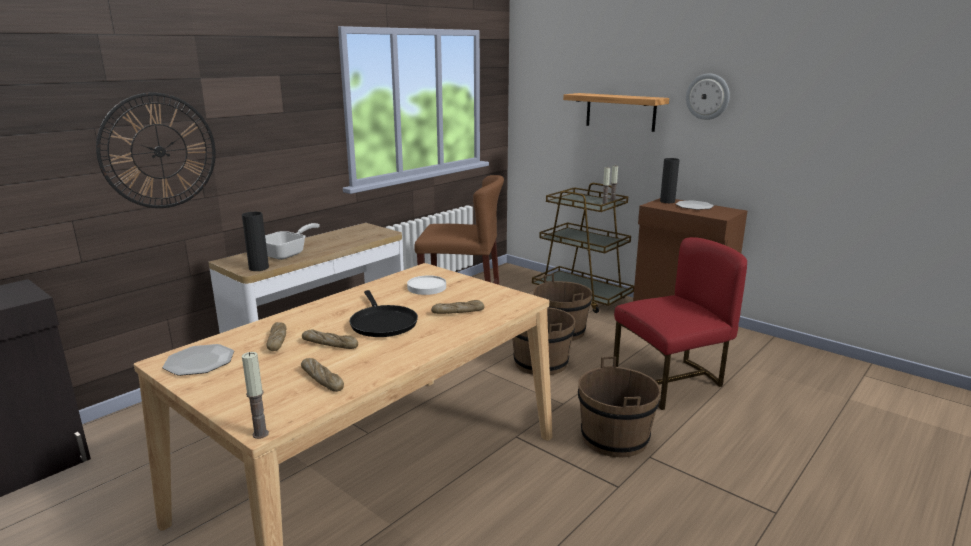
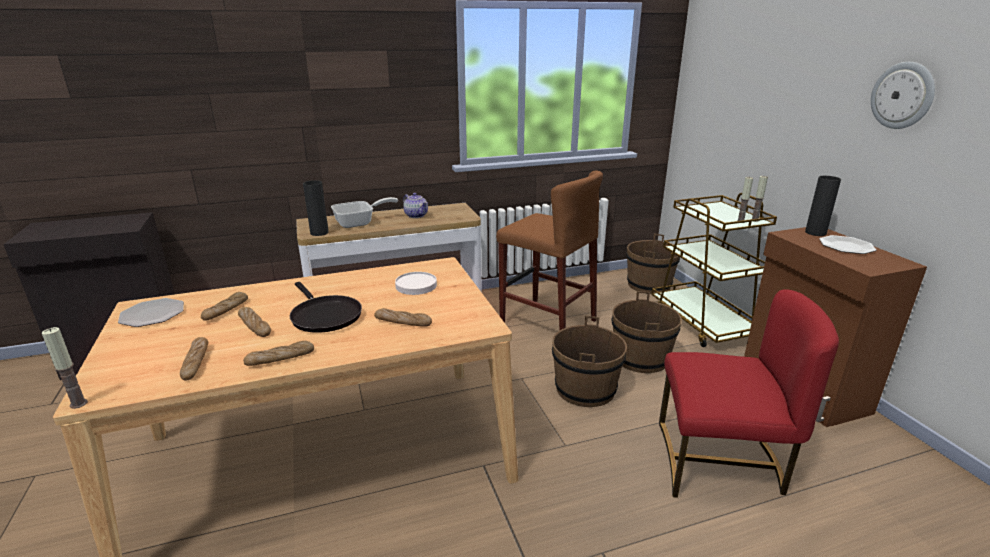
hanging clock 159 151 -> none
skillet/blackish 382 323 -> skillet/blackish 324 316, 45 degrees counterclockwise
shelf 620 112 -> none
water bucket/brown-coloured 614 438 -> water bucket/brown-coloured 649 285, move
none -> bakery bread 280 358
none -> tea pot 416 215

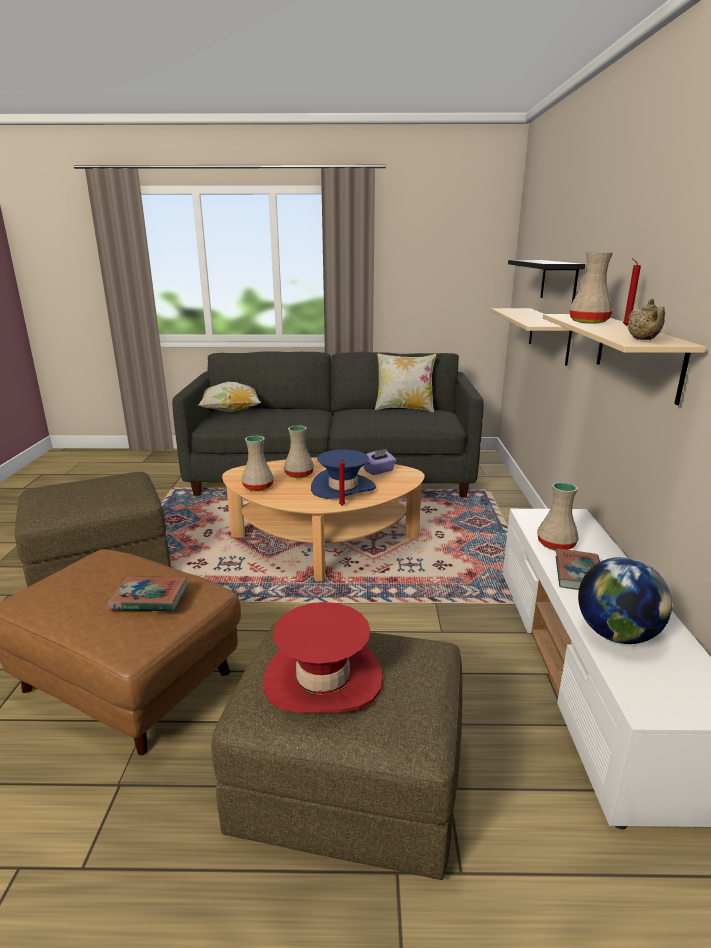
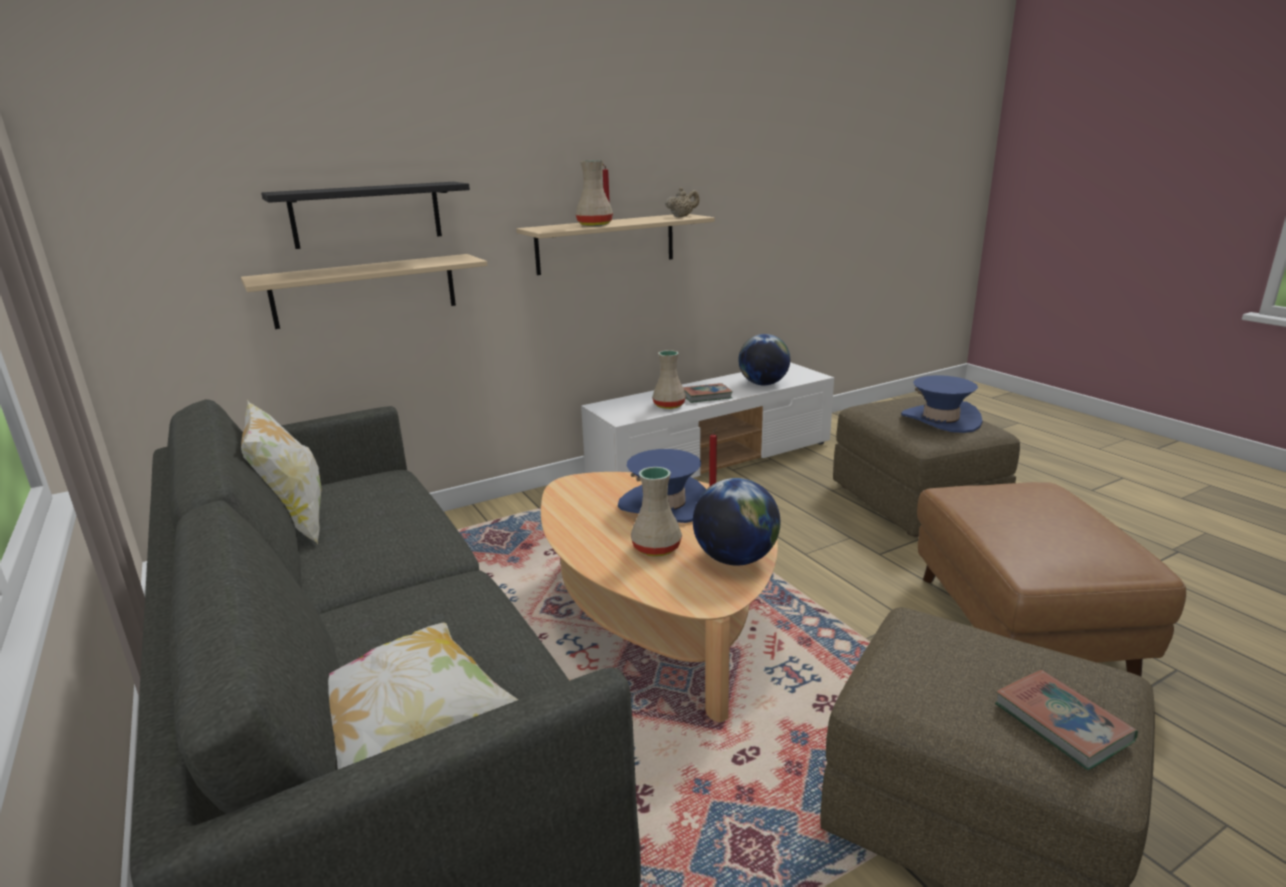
volume 150 598 -> volume 1062 723, move
flower vase/beige-coloured 258 487 -> globe 735 559
wearable hat/red 323 678 -> wearable hat/blue-coloured 940 420
box of tissues/purplish 379 471 -> none

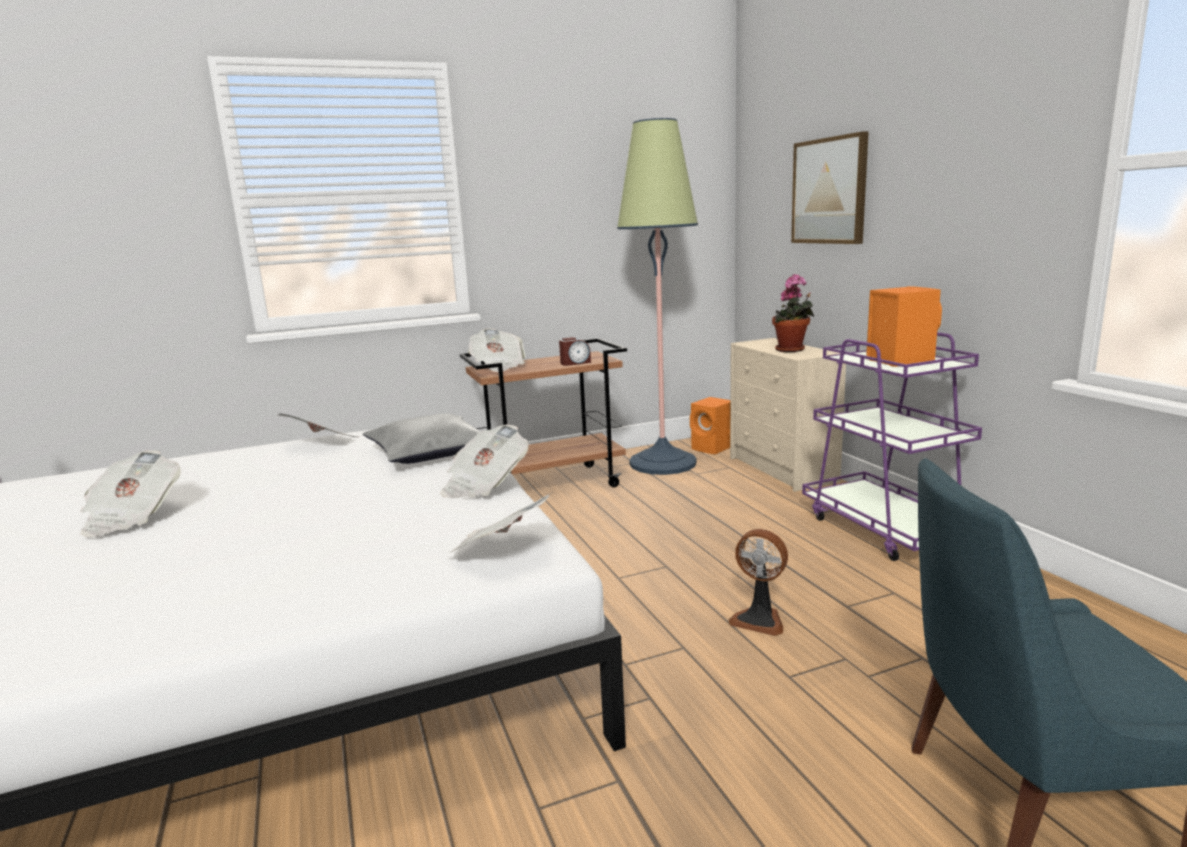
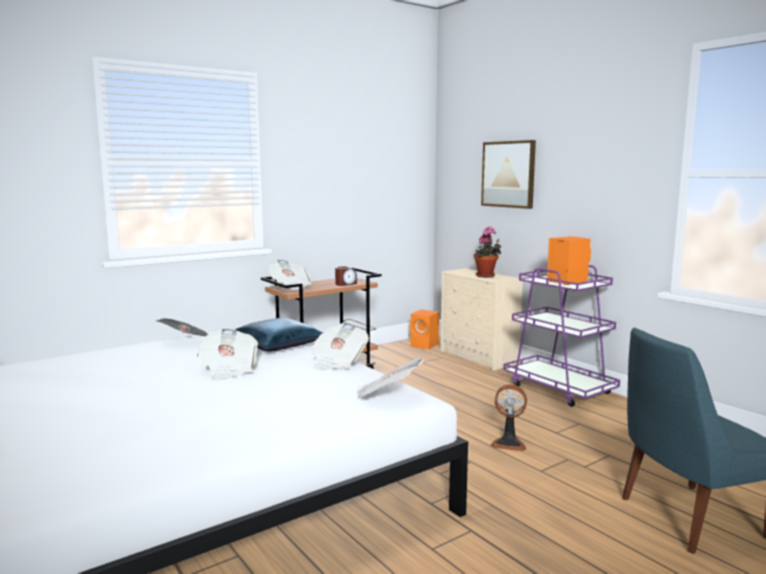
printed paper 132 517 -> printed paper 228 370, move
pillow/greyish 428 453 -> pillow/blue-coloured 276 345
floor lamp 662 463 -> none

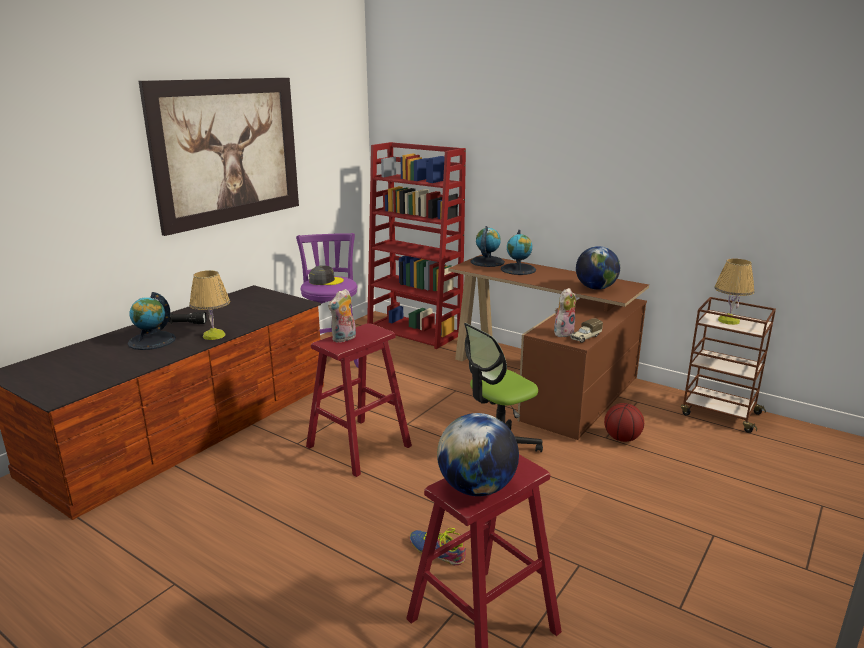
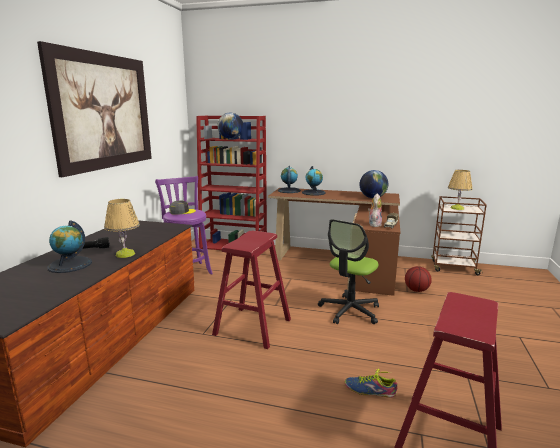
plush toy 344 339 -> none
globe 476 488 -> globe 231 139, move

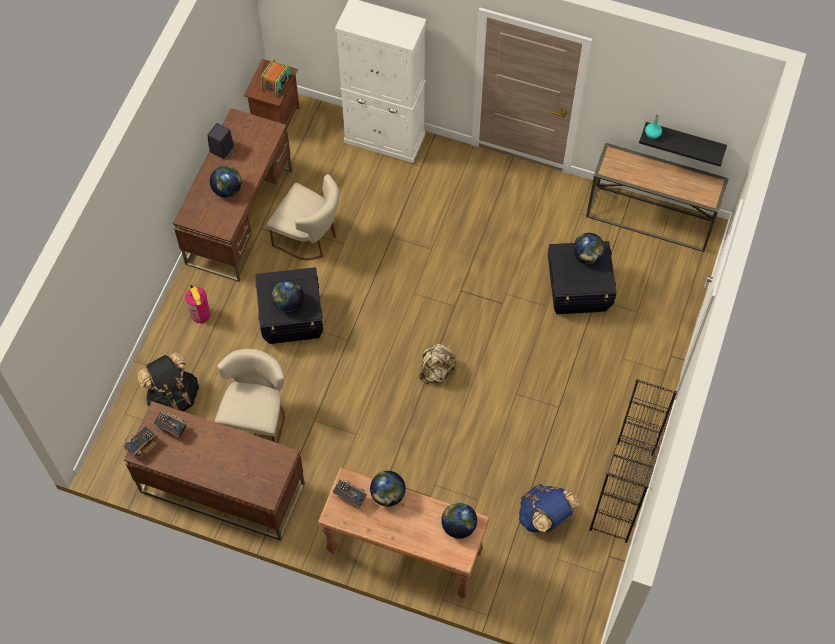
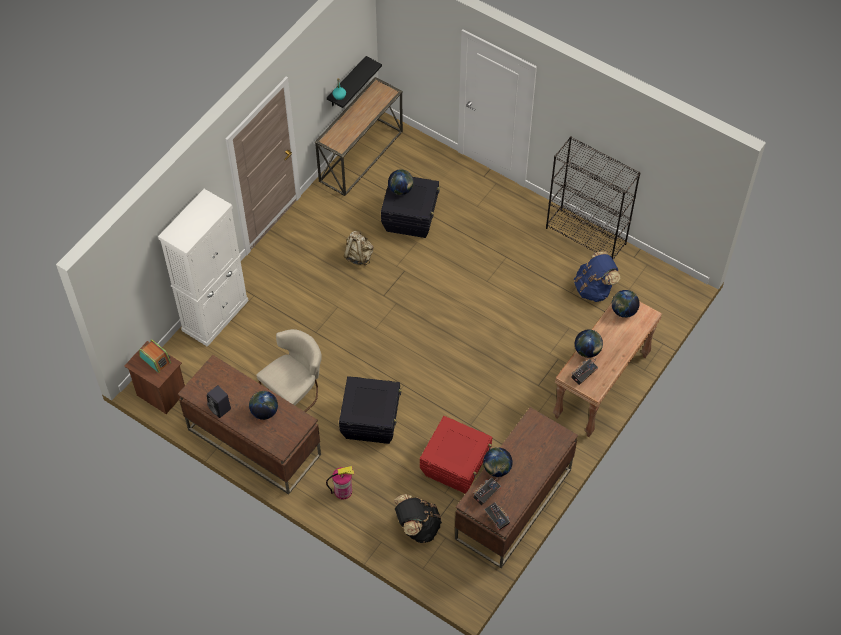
plain chair/beige-coloured 256 417 -> storage bin/red 456 466
globe 289 303 -> globe 497 469, move
knapsack/beige-coloured 436 371 -> knapsack/beige-coloured 358 256, move

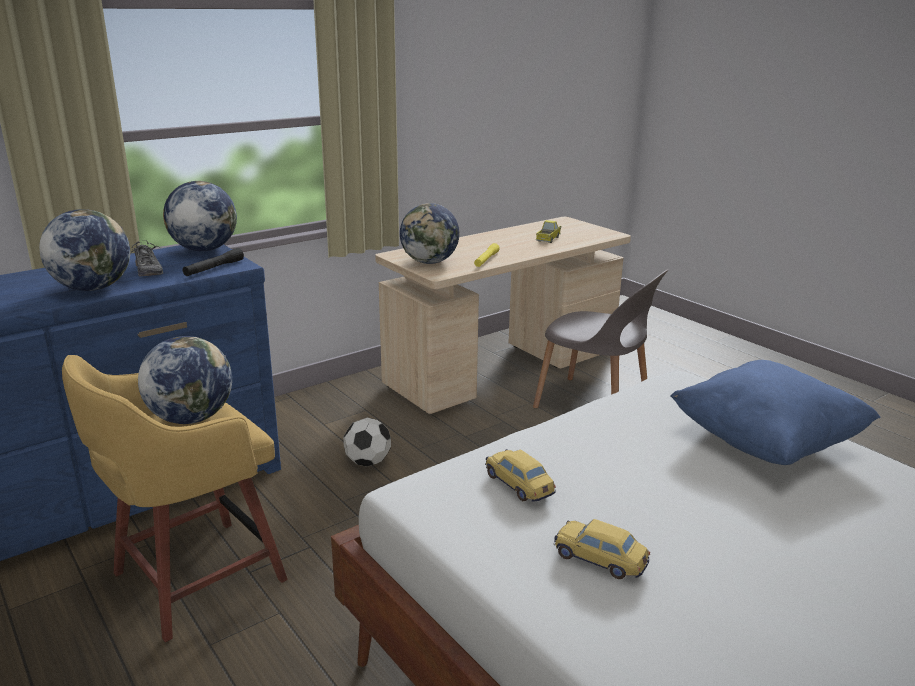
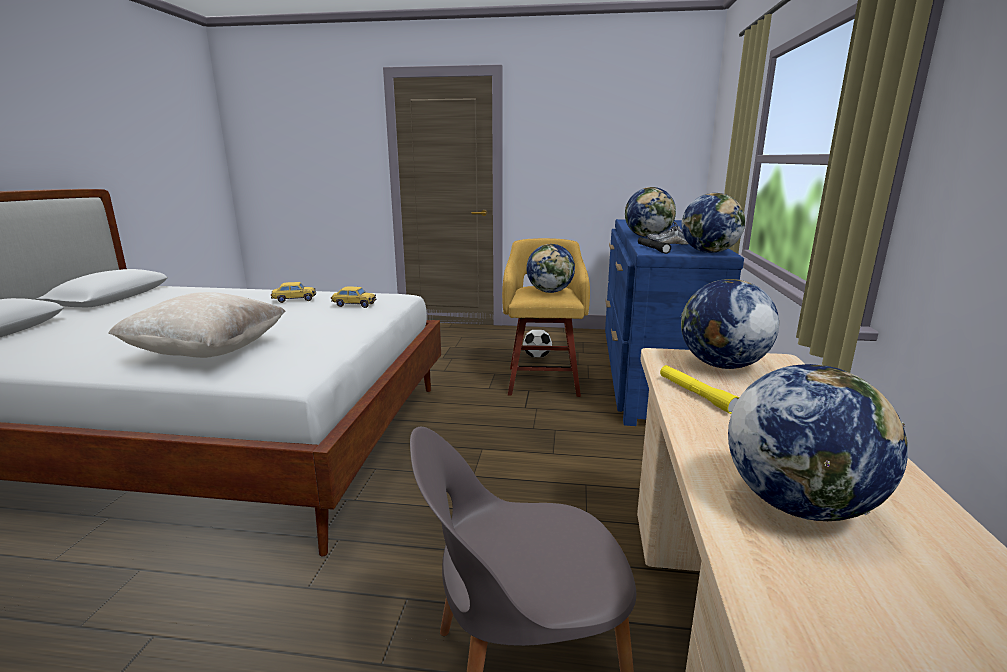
football ball 368 462 -> football ball 537 357, move
model truck 548 239 -> globe 798 504
pillow/blue-coloured 765 443 -> pillow/beige-coloured 208 353

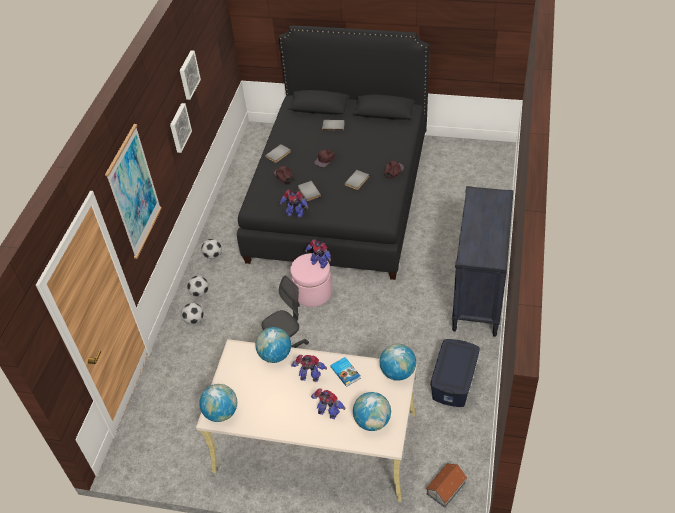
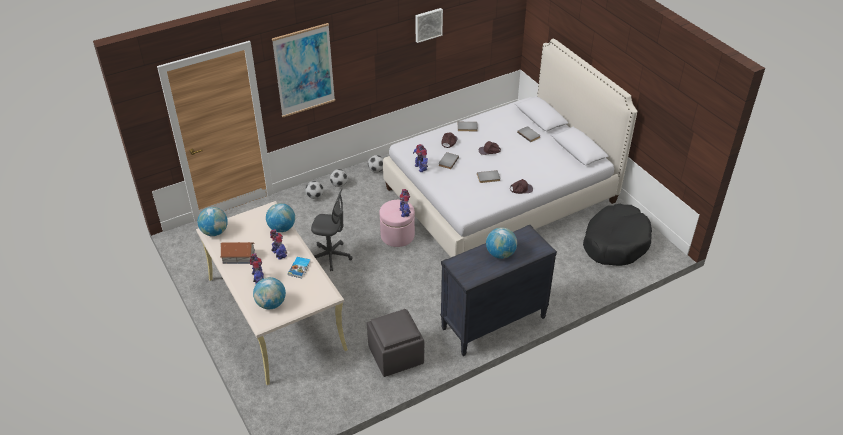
wall picture 179 127 -> none
sleeping bed/blackish 339 197 -> sleeping bed/whitish 500 195
globe 398 372 -> globe 500 254, move
toy house 446 488 -> toy house 239 257, move
storage bin/blue-coloured 454 381 -> pouffe/greyish 396 355
none -> dog bed/blackish 615 242

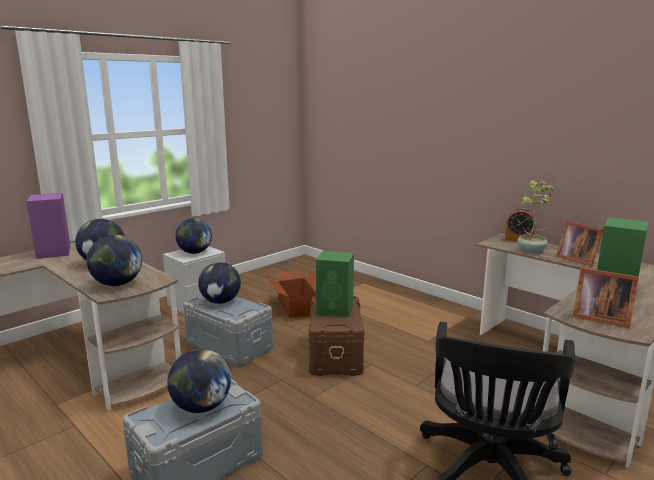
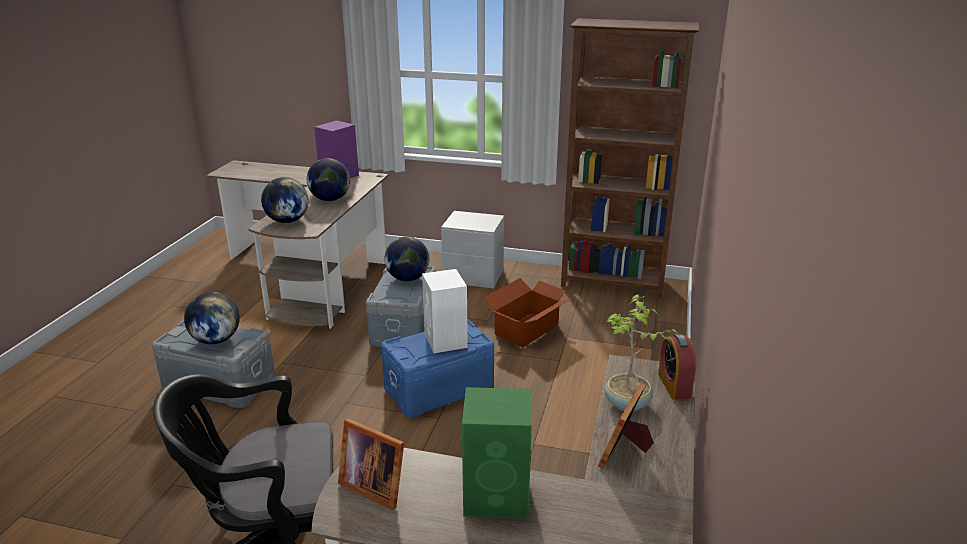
globe 195 252 -> none
storage bin/brown-coloured 336 355 -> storage bin/blue-coloured 439 390
loudspeaker/greenish 336 310 -> loudspeaker/whitish 446 341
standing frame 598 318 -> standing frame 373 485, 60 degrees counterclockwise
none -> shelving unit/brown-coloured 613 284

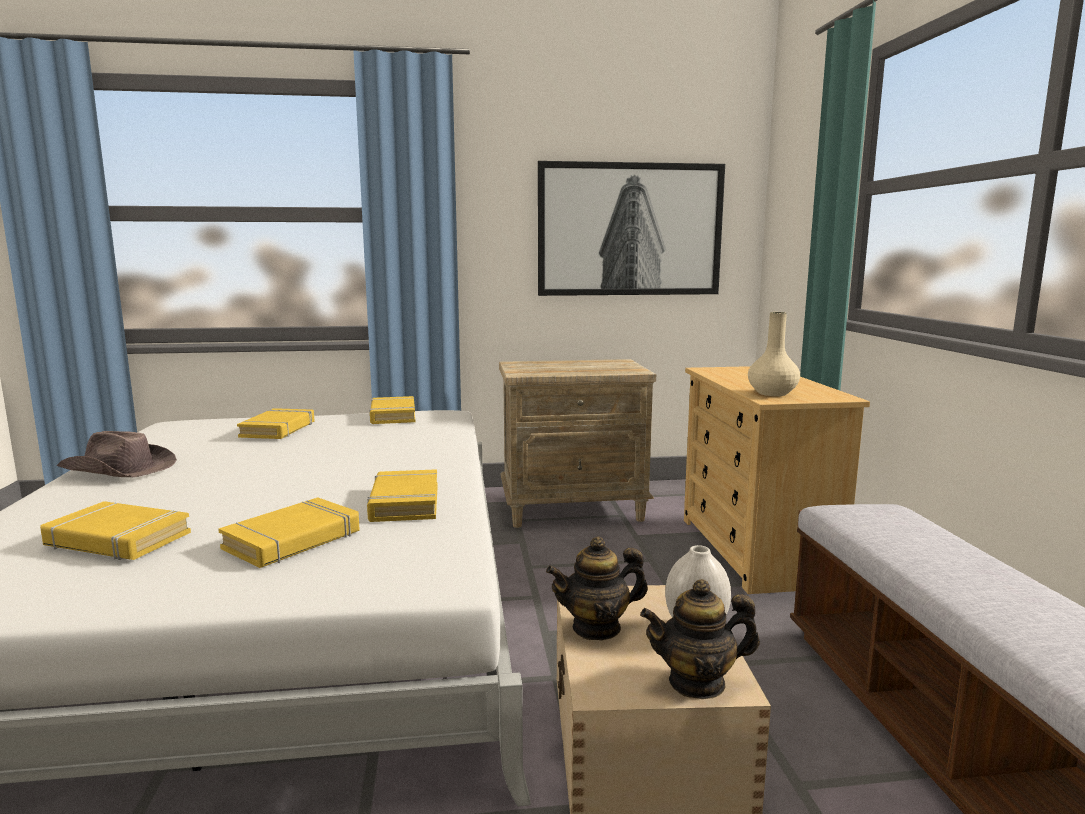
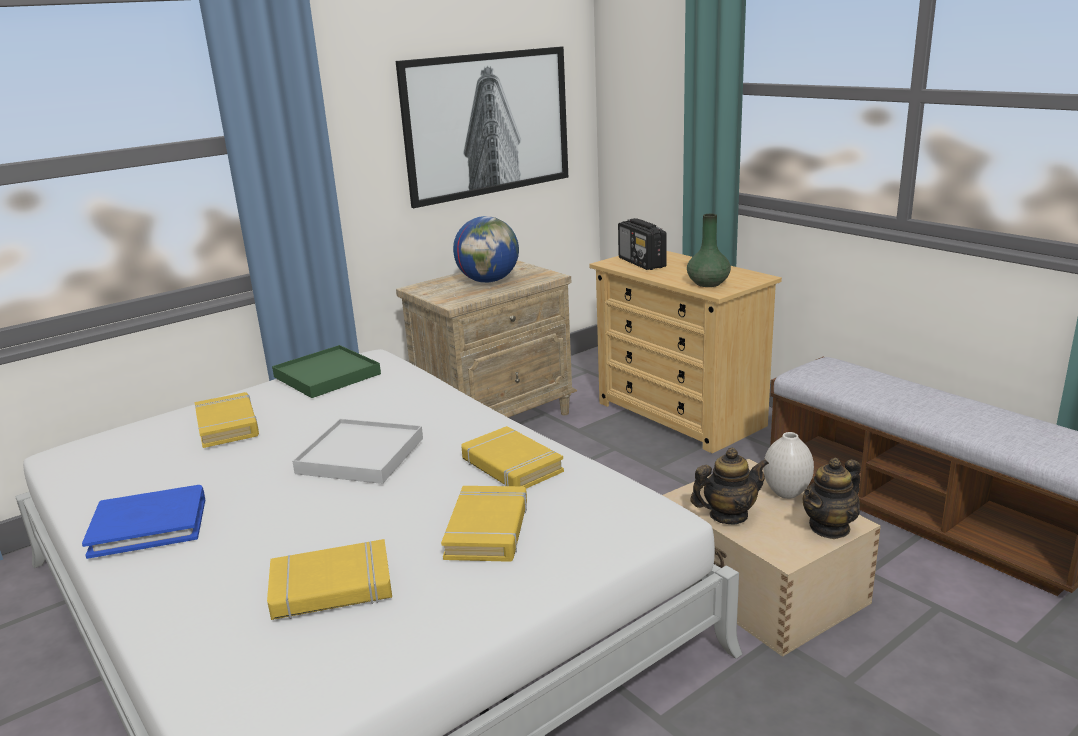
wearable hat/brown-coloured 119 469 -> volume/blue-coloured 149 525
volume/yellowish 392 415 -> tray/greenish 327 376
tea pot 597 627 -> tea pot 728 515, 150 degrees counterclockwise
flower vase/beige-coloured 772 393 -> flower vase/greenish 708 283
none -> tray/whitish 360 456
none -> globe 488 281
none -> radio 642 263

